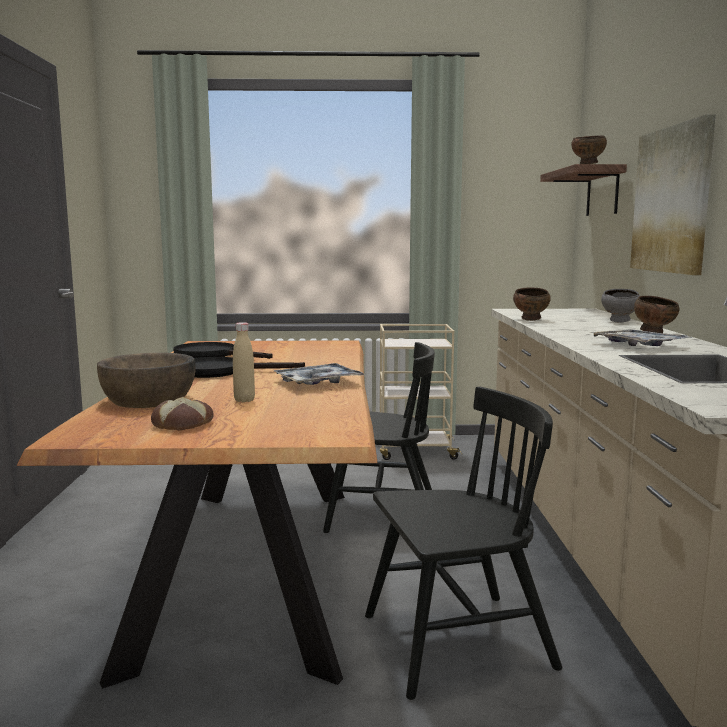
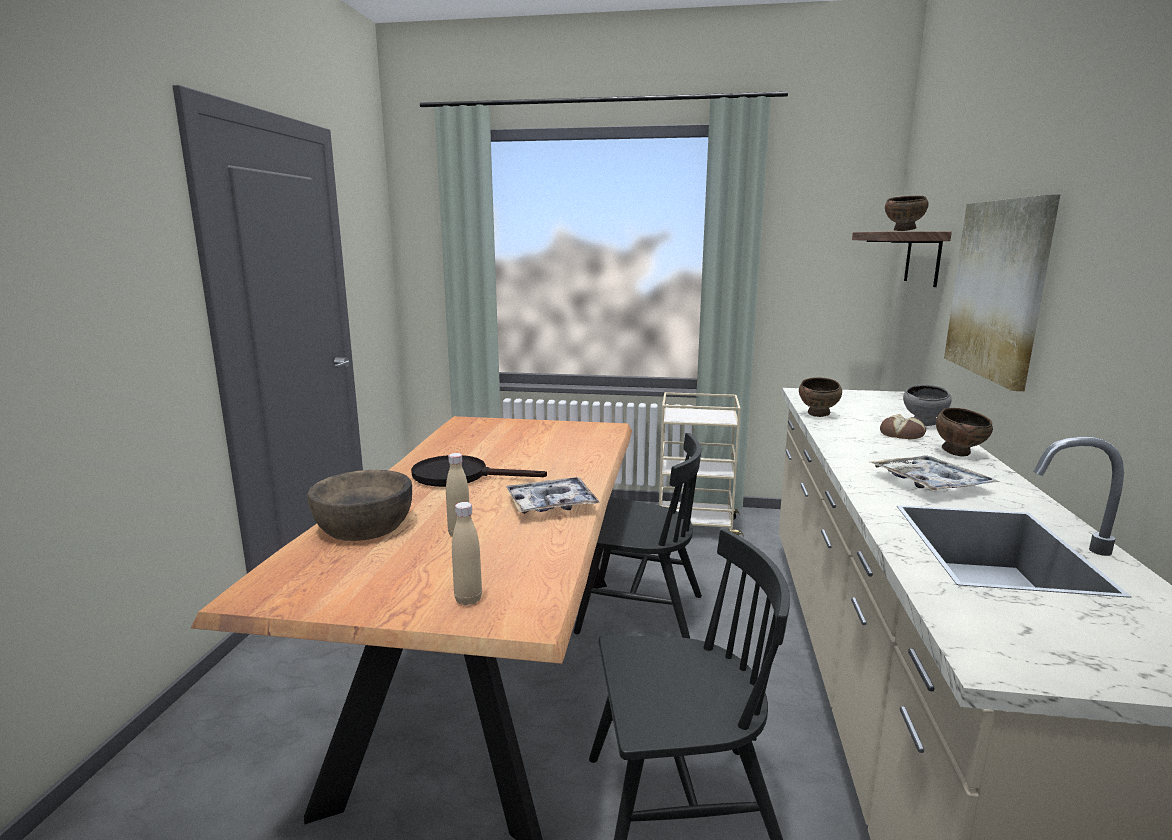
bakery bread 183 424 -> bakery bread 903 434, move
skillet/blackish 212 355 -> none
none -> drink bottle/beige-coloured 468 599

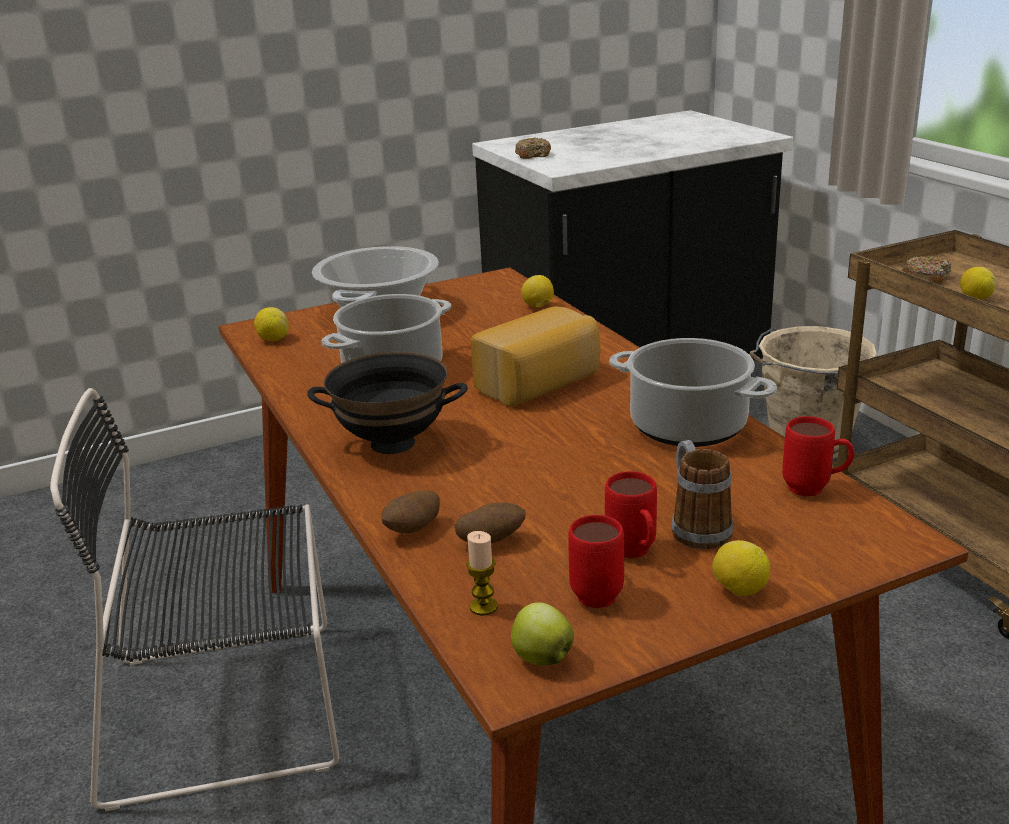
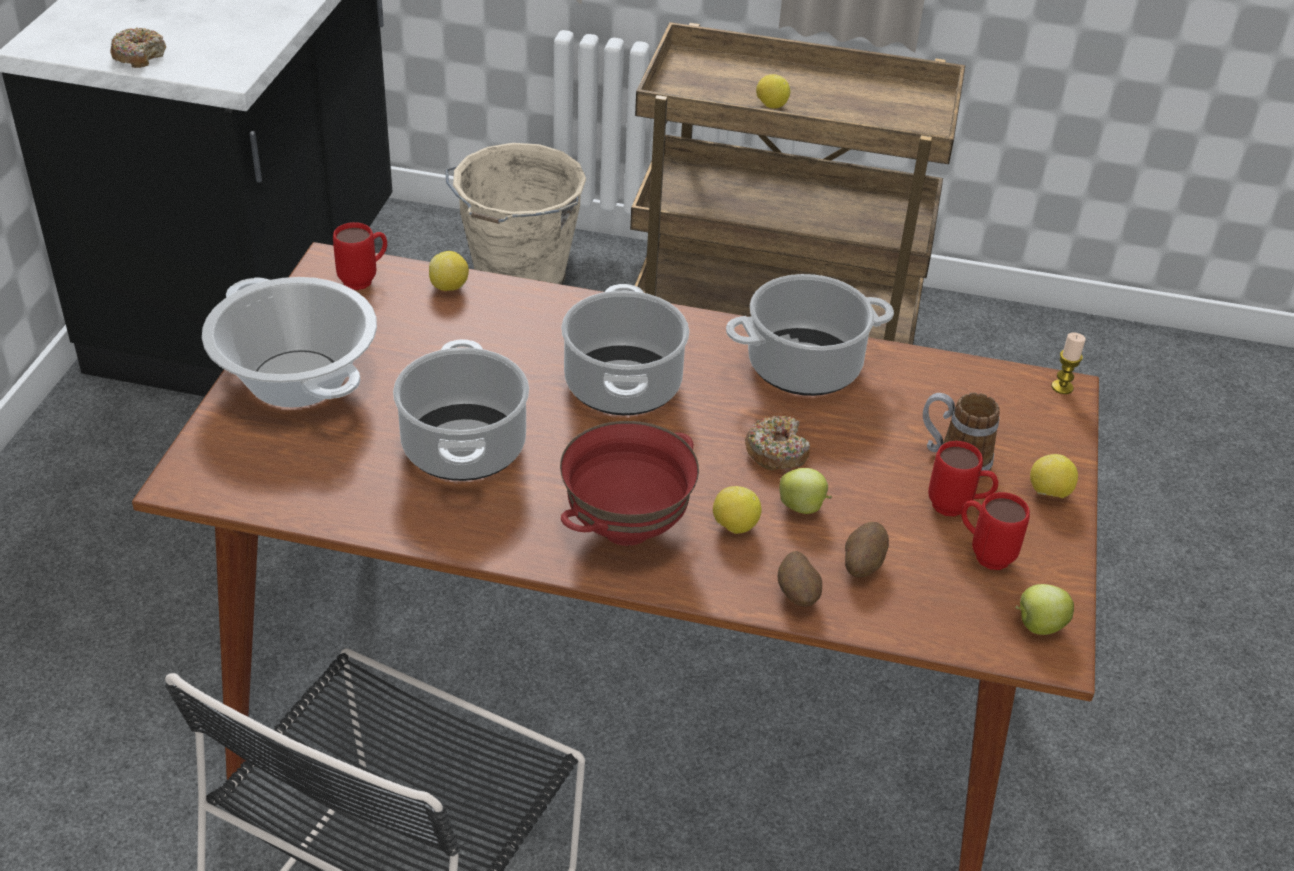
whole lemon 273 339 -> whole lemon 734 526, move
deep dish/blackish 392 444 -> deep dish/red 627 529
wax candle 483 607 -> wax candle 1062 387, move
bakery bread 540 384 -> cooking pot 623 386
coffee mug/red 815 489 -> coffee mug/red 365 279, move
ring doughnut 925 278 -> ring doughnut 776 451, move
none -> apple 803 507

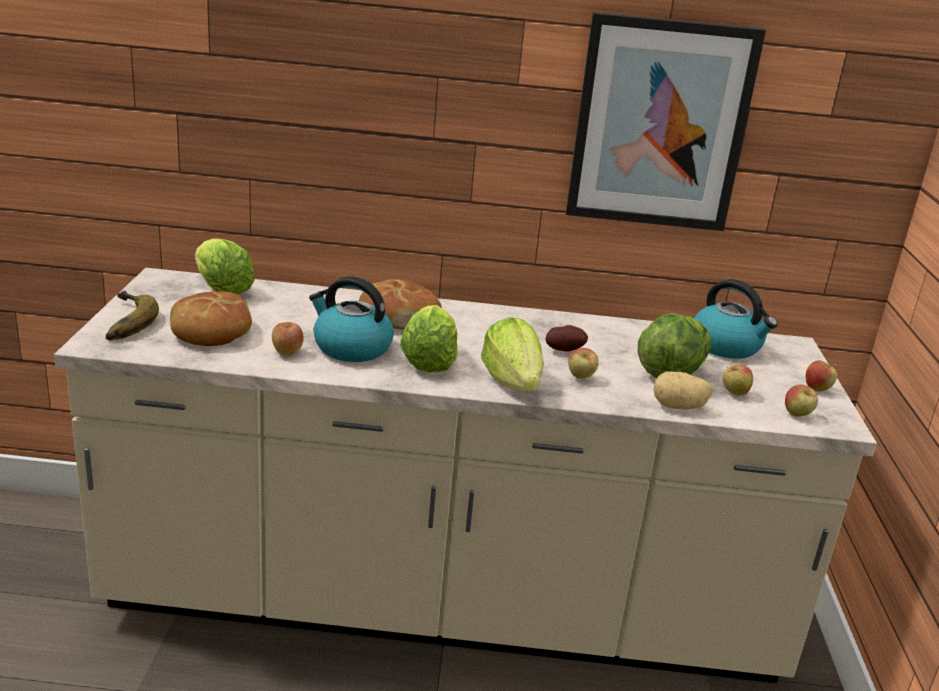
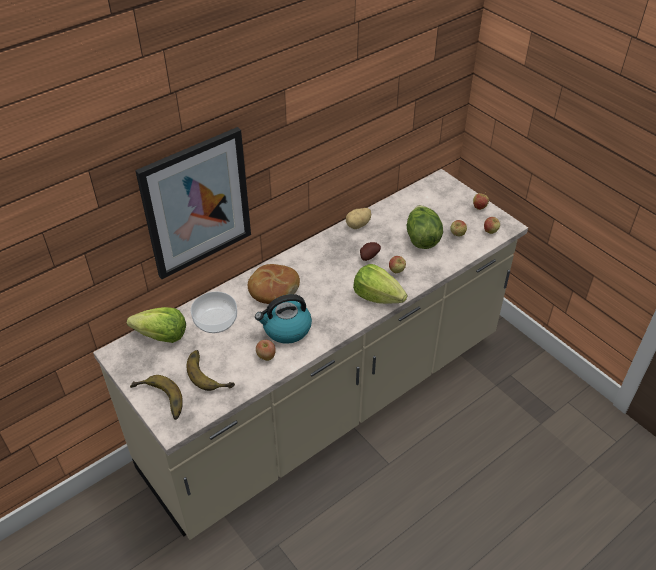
bakery bread 211 332 -> banana fruit 210 372
lettuce head 429 361 -> none
wall picture 660 124 -> wall picture 196 203, move
spud 678 407 -> spud 358 225, move
water kettle 727 346 -> none
none -> deep dish 215 321

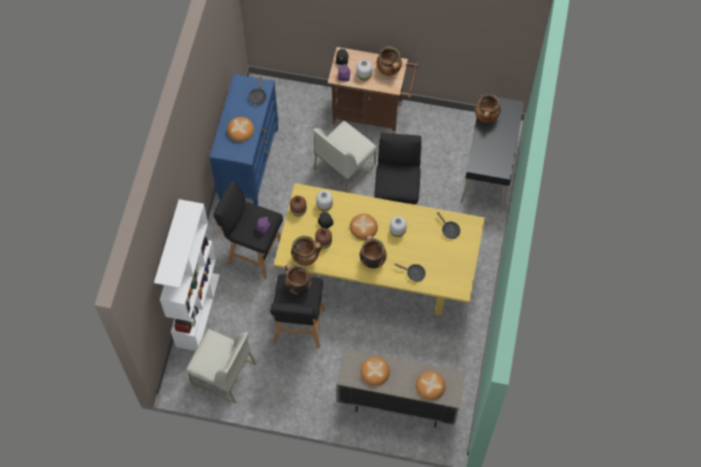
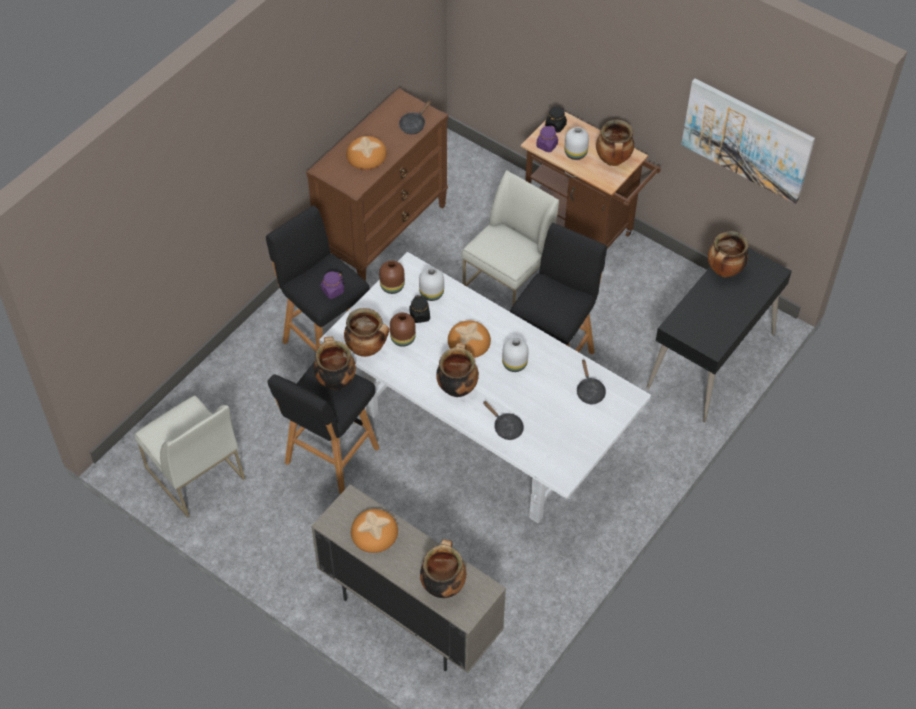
shelving unit/whitish 197 310 -> none
dresser/blue-coloured 249 164 -> dresser/brown-coloured 383 232
dinner table/yellowish 377 271 -> dinner table/whitish 479 430
plain chair/whitish 344 166 -> plain chair/whitish 508 282, 150 degrees clockwise
bakery bread 430 386 -> cooking pot 443 585
none -> wall picture 746 139

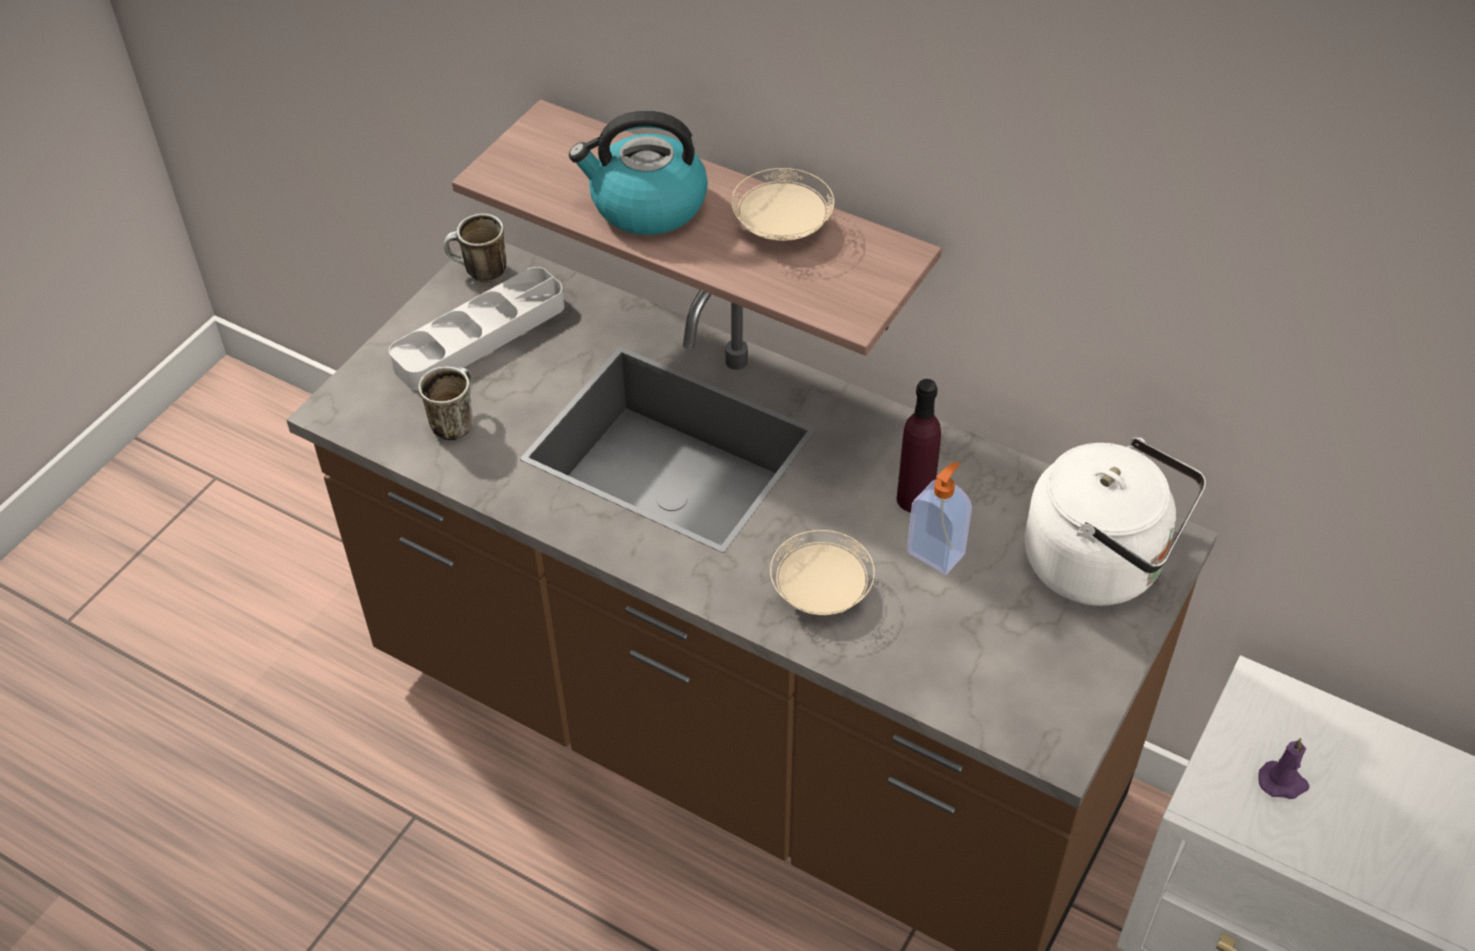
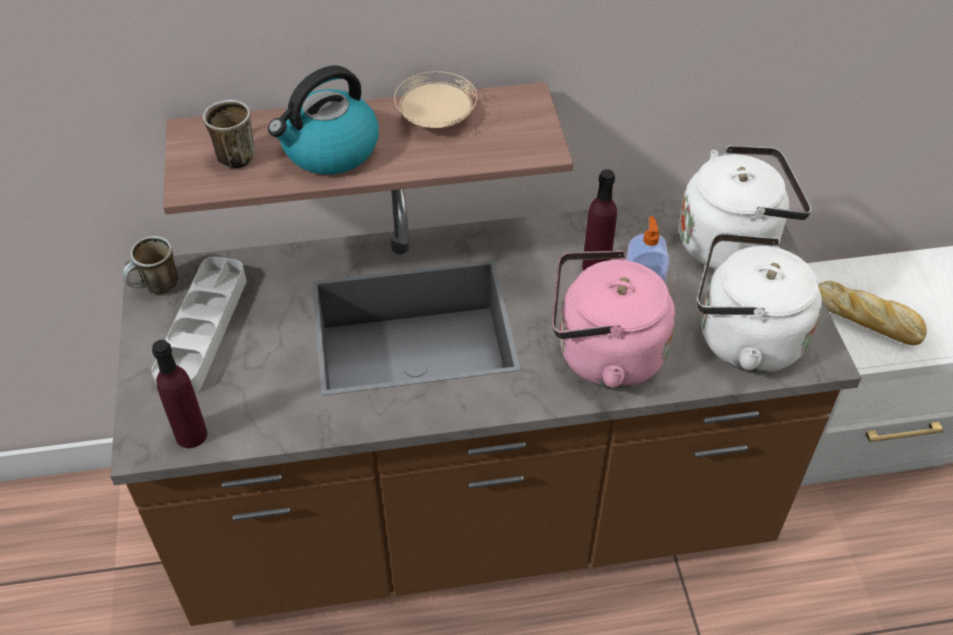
coffee mug 454 421 -> coffee mug 233 154, move
plate/beige-coloured 821 591 -> water kettle/pink 603 355
wax candle/purplish 1283 782 -> bakery bread 866 319
none -> drink bottle/purplish 191 435
none -> water kettle/whitish 742 339

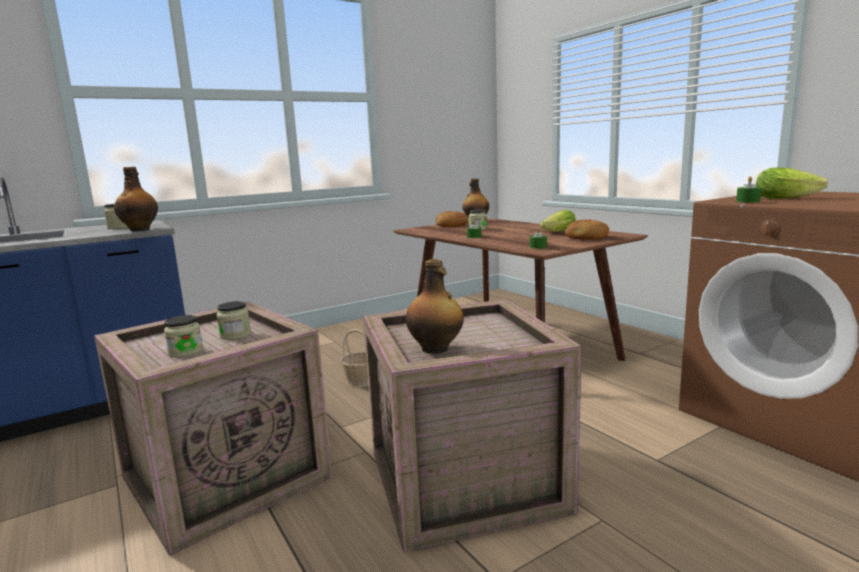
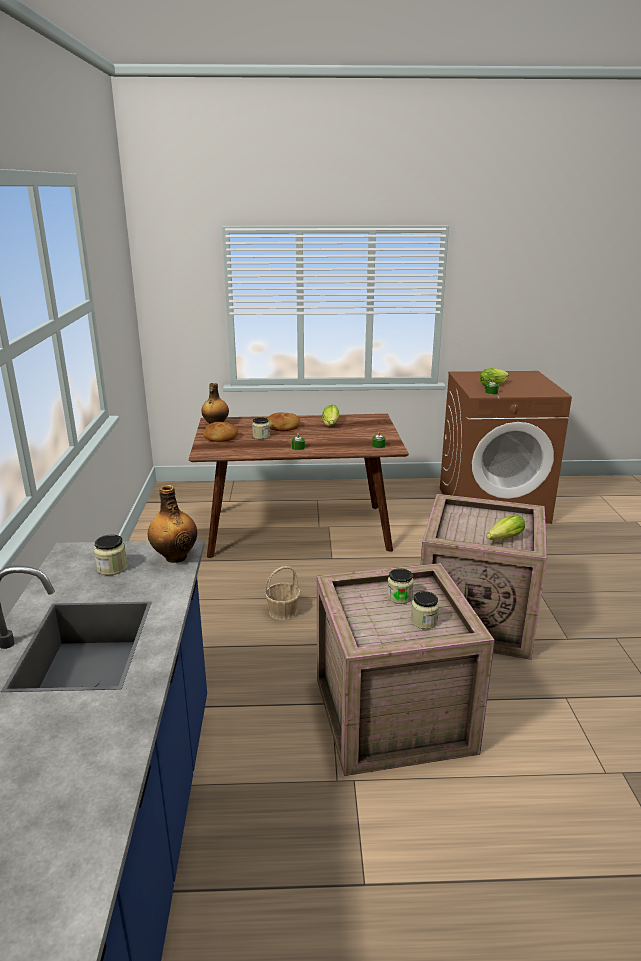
drink bottle 436 349 -> lettuce head 503 539
bakery bread 586 238 -> bakery bread 283 427, move

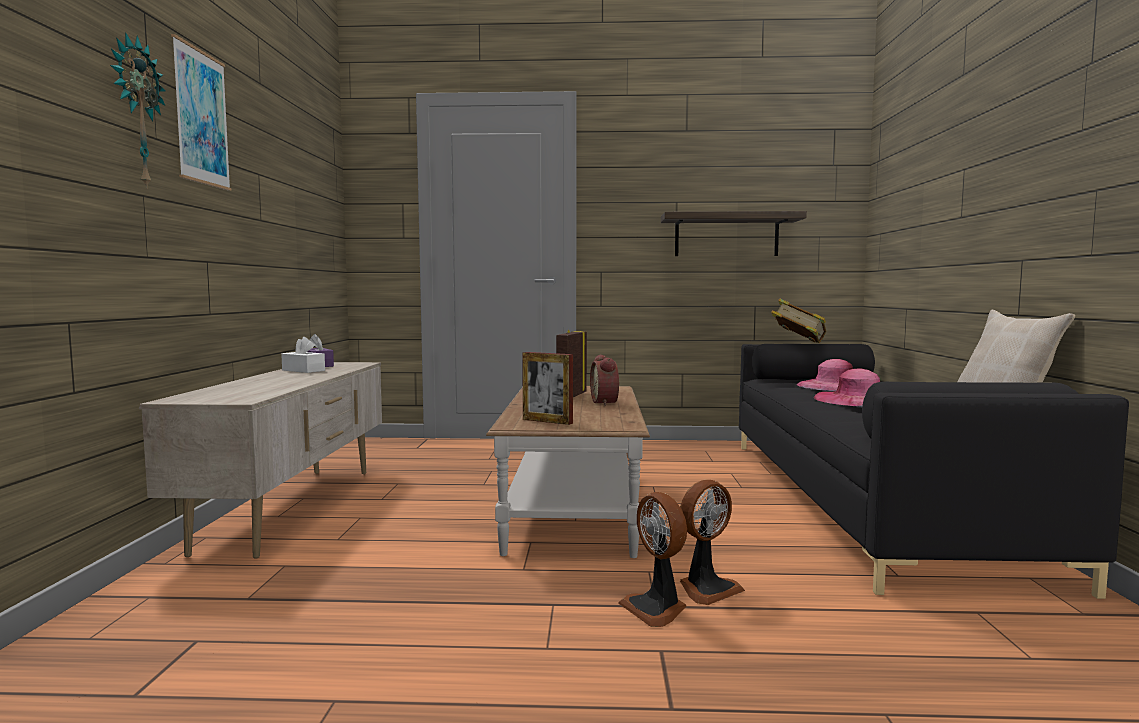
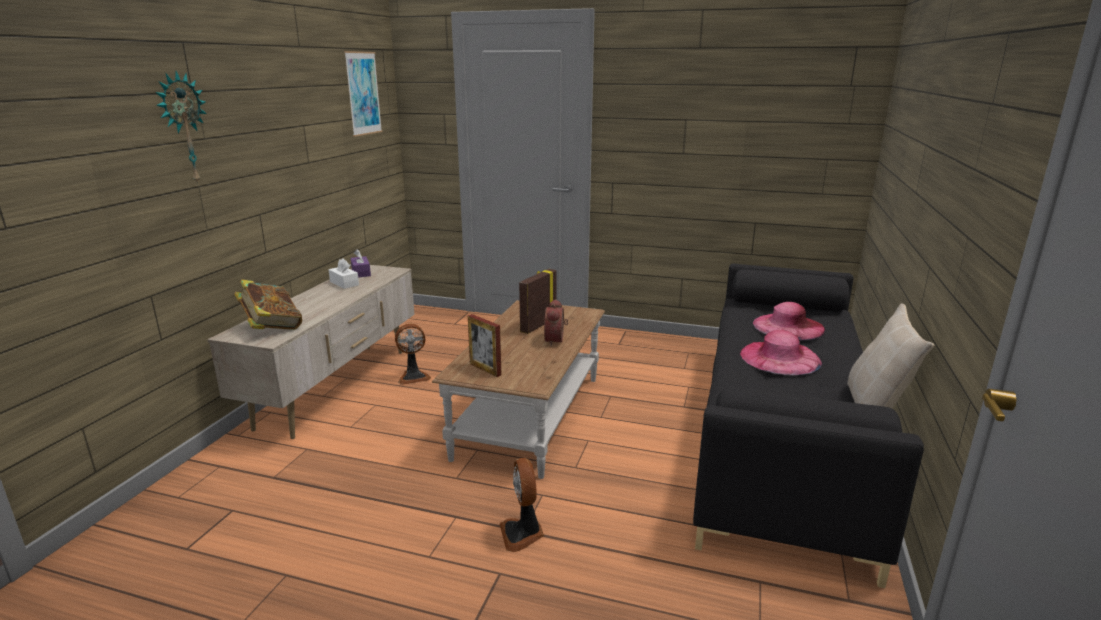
wall picture 201 117 -> wall picture 363 93, move
shelf 726 236 -> none
electric fan 706 588 -> electric fan 413 377, move
volume 798 343 -> volume 272 328, move

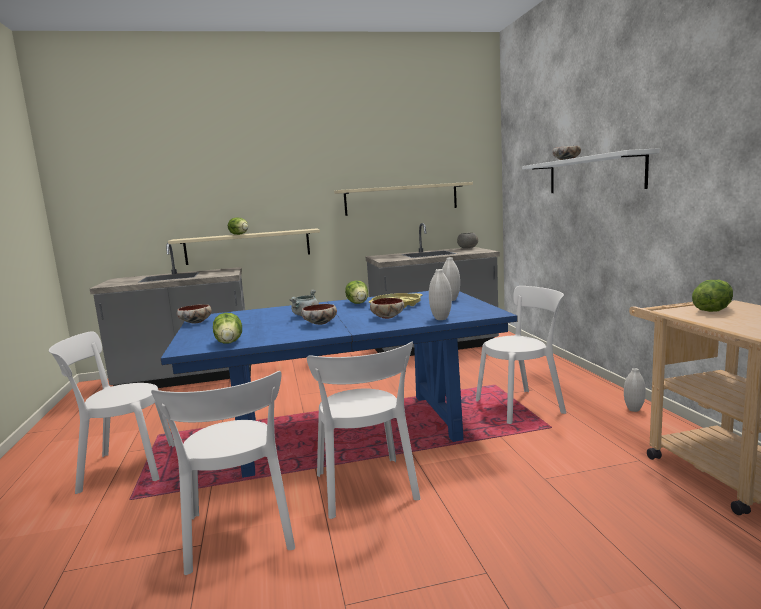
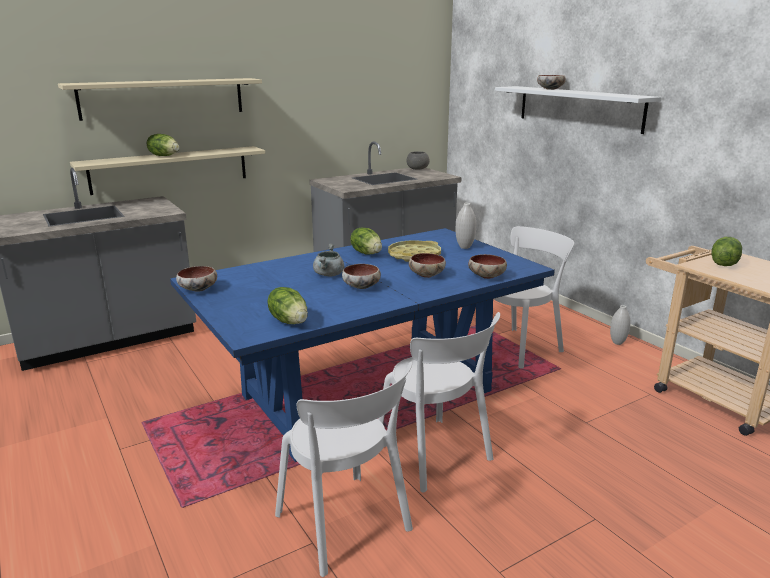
plain chair/whitish 123 468 -> none
shelf/beige-coloured 401 199 -> shelf/beige-coloured 163 98, move
flower vase/whitish 441 319 -> deep dish 486 276

